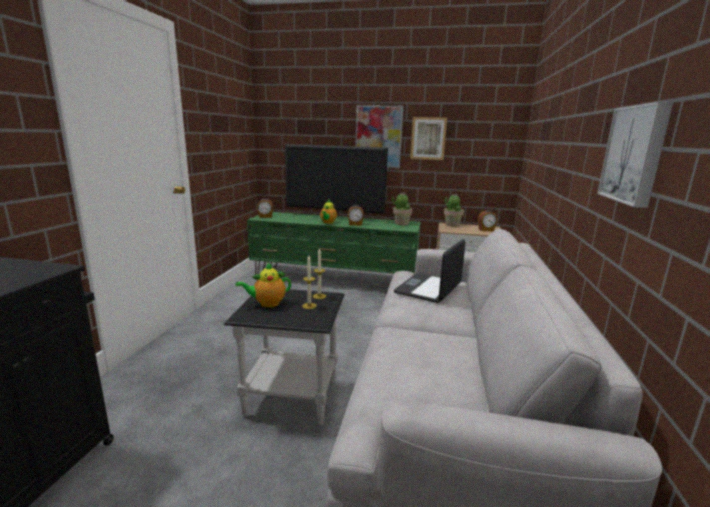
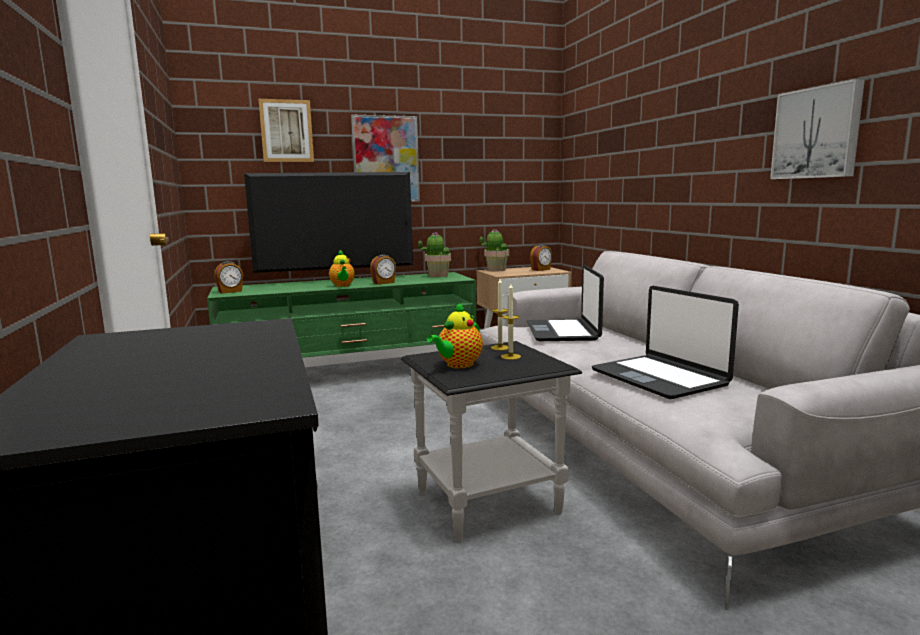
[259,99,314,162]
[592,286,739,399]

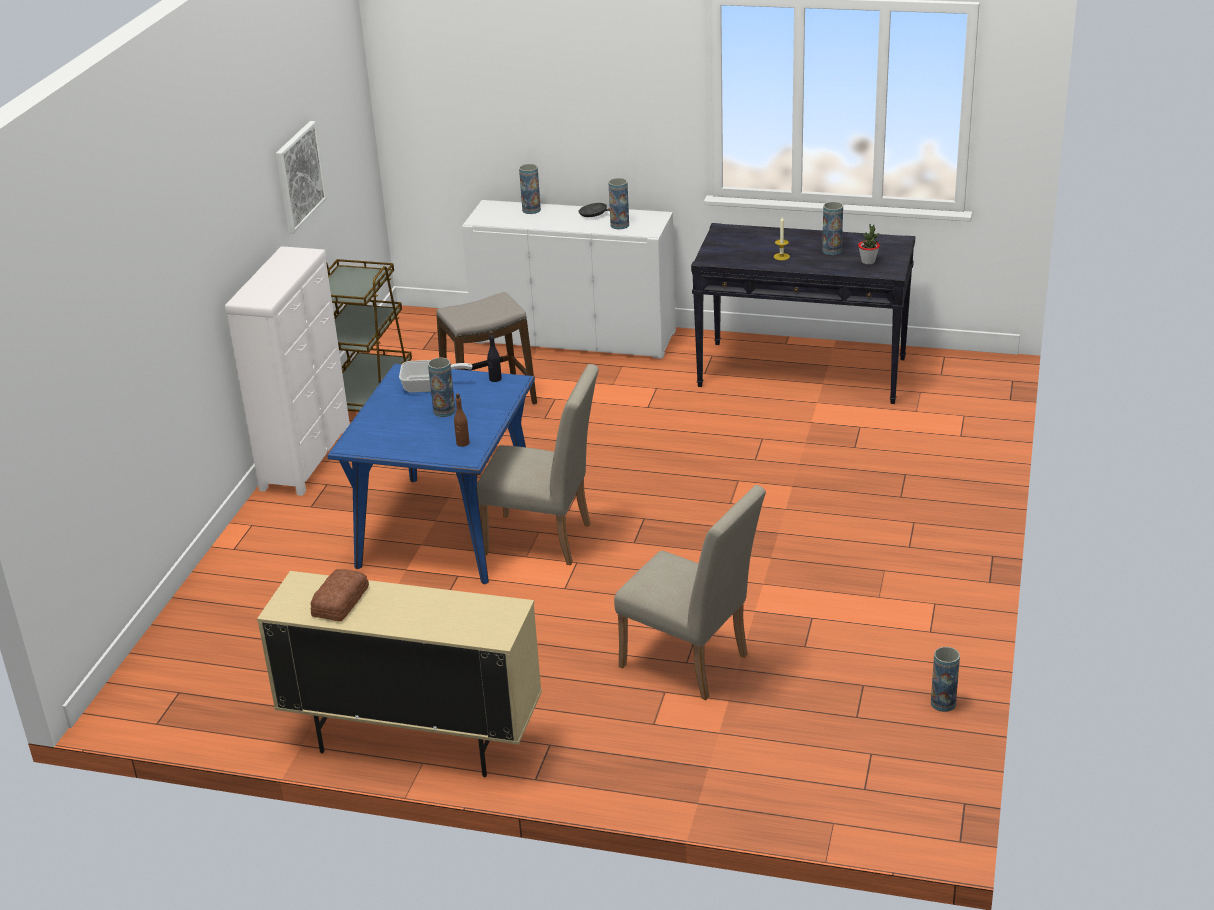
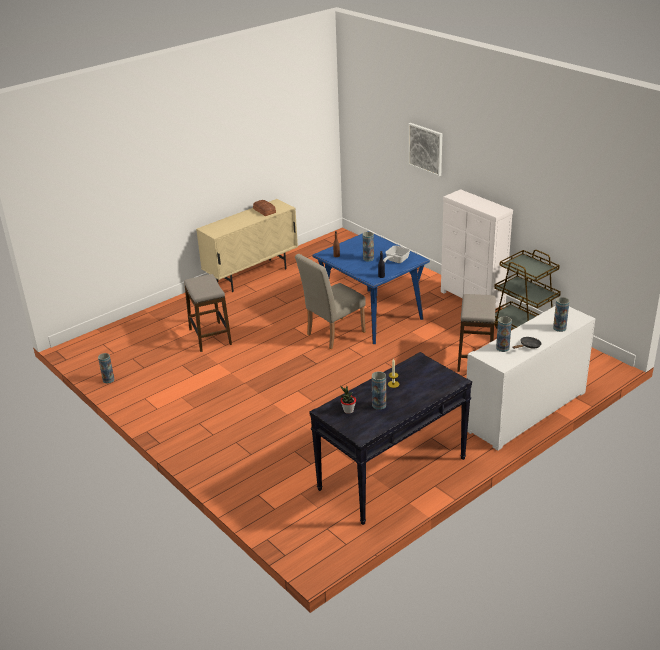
[184,274,232,352]
[408,123,442,176]

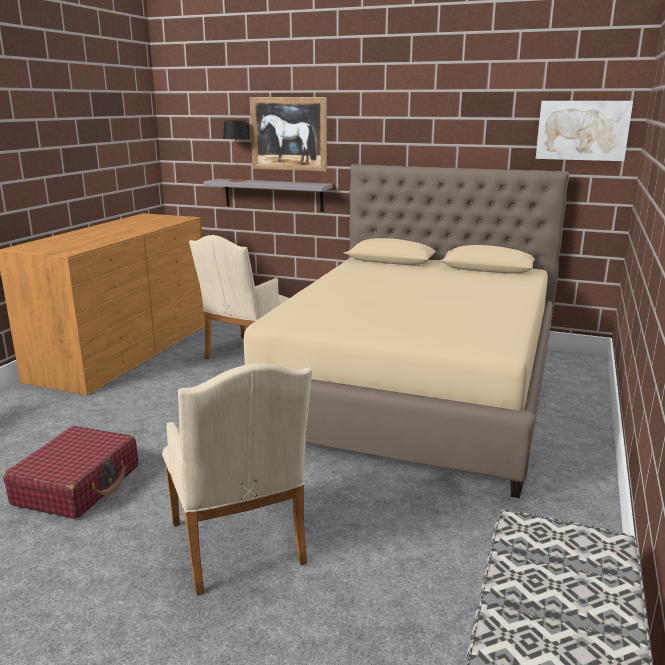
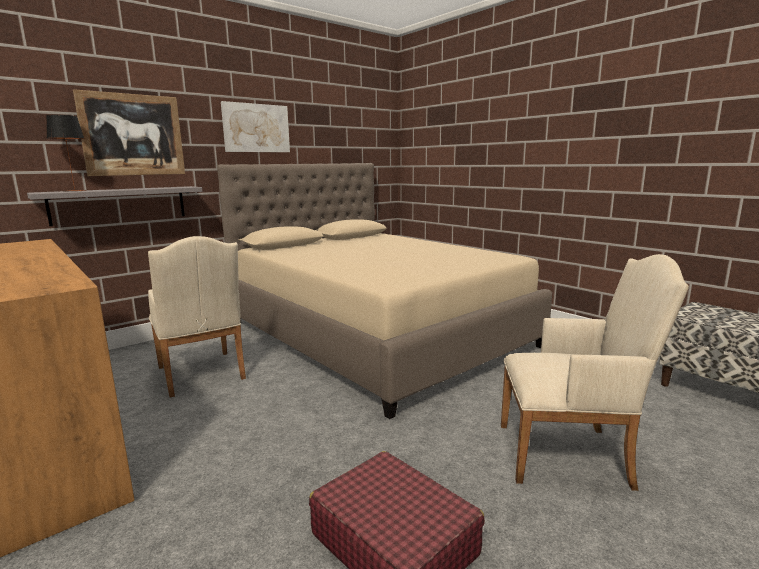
[221,101,290,152]

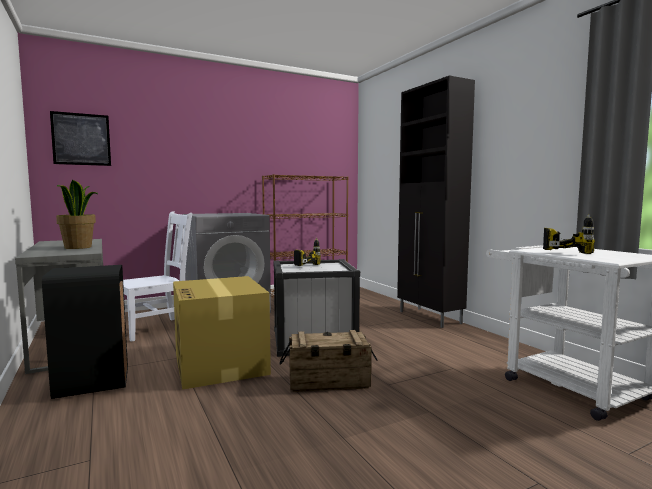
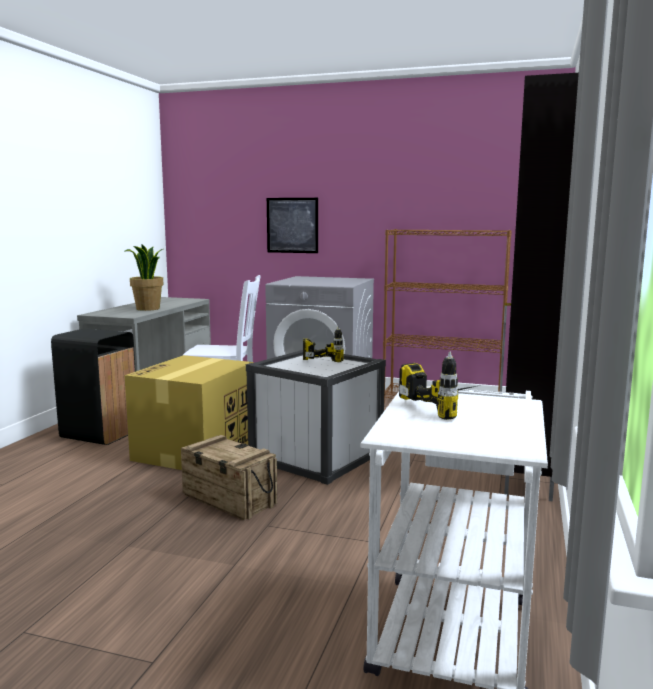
[267,198,318,253]

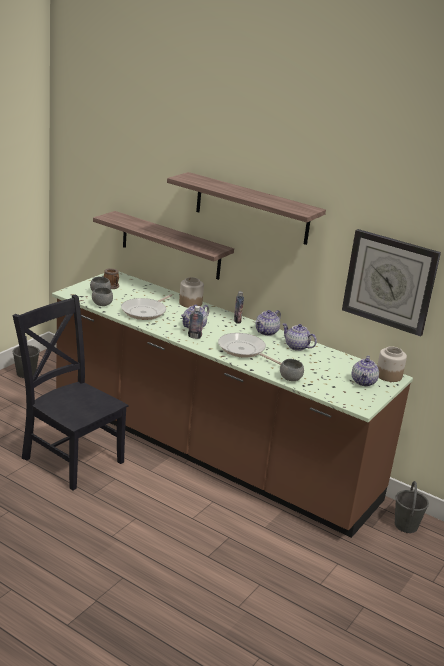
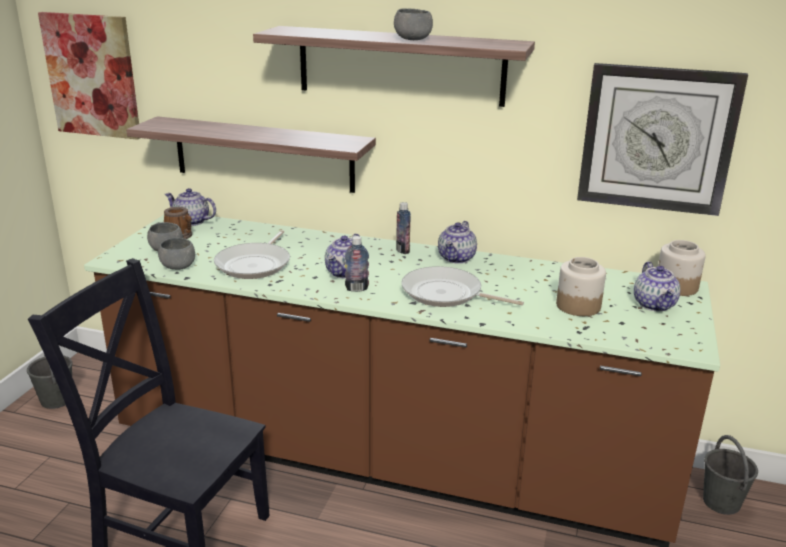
[38,12,140,140]
[165,188,216,226]
[394,8,433,40]
[556,257,606,316]

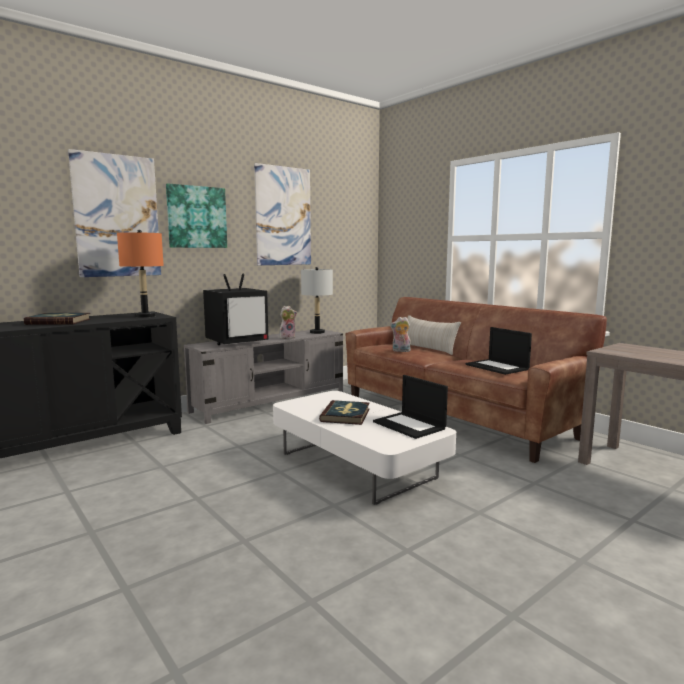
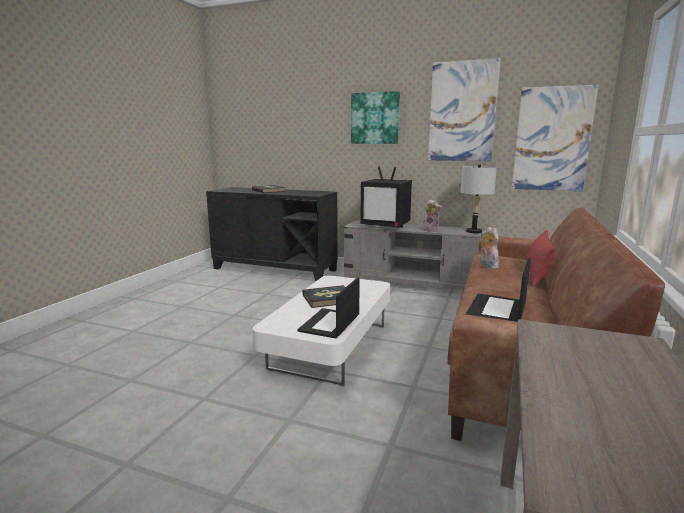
[512,85,598,191]
[527,230,555,287]
[117,230,164,318] (first image)

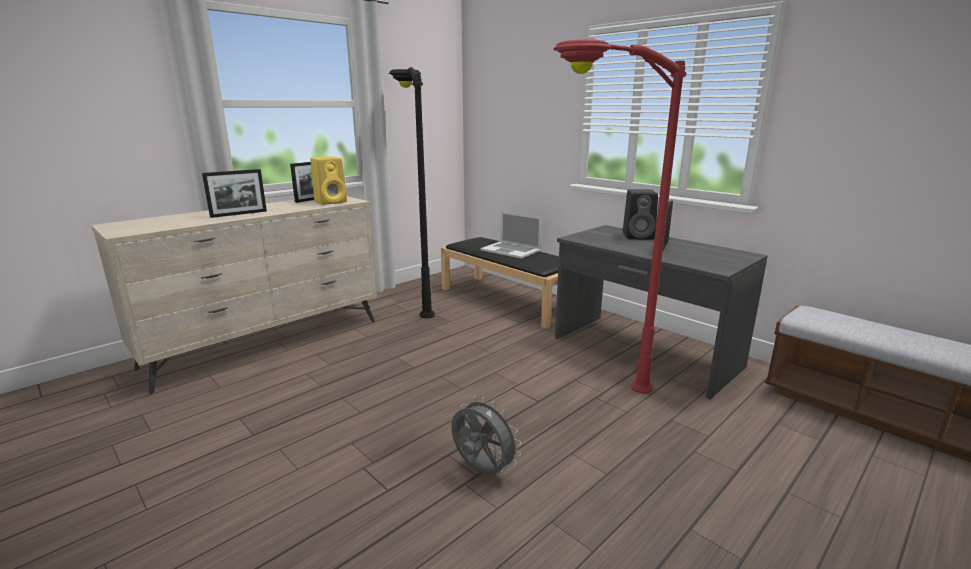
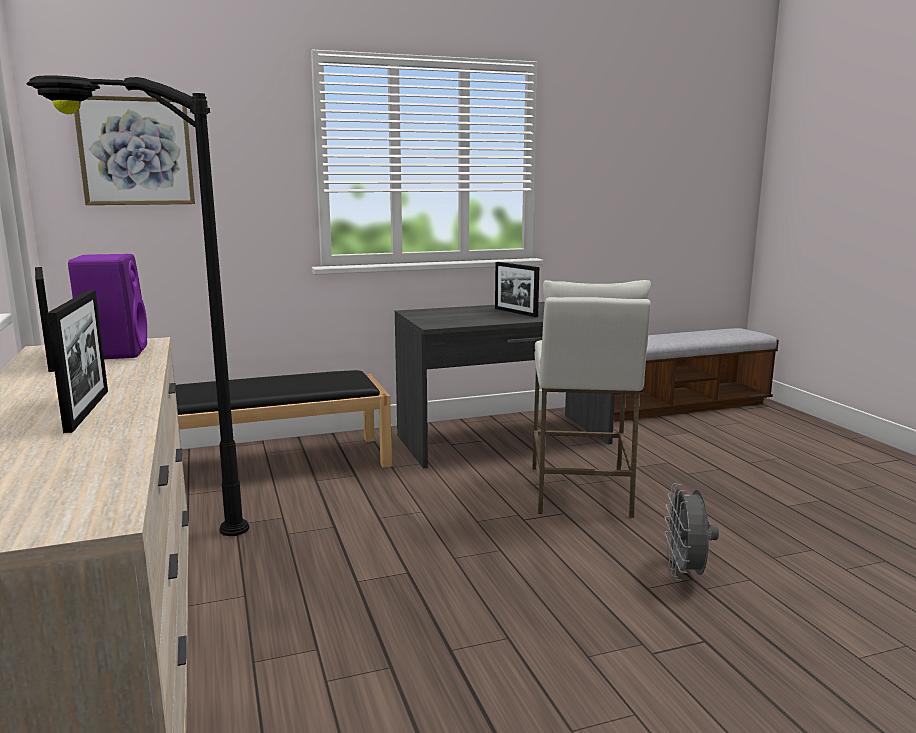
[68,254,147,359]
[74,95,195,205]
[532,280,651,518]
[665,483,719,581]
[480,212,542,259] (first image)
[622,189,658,240] (first image)

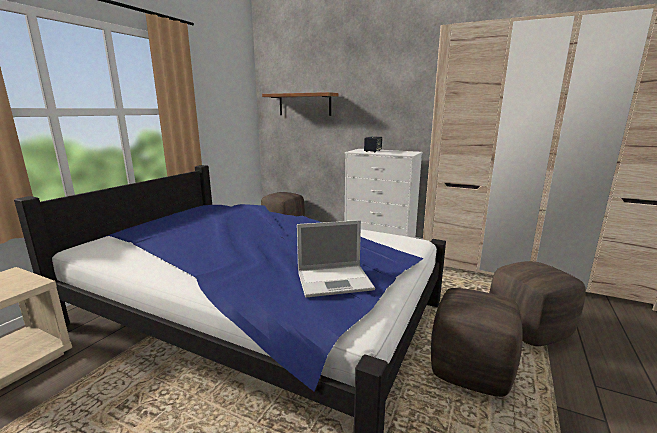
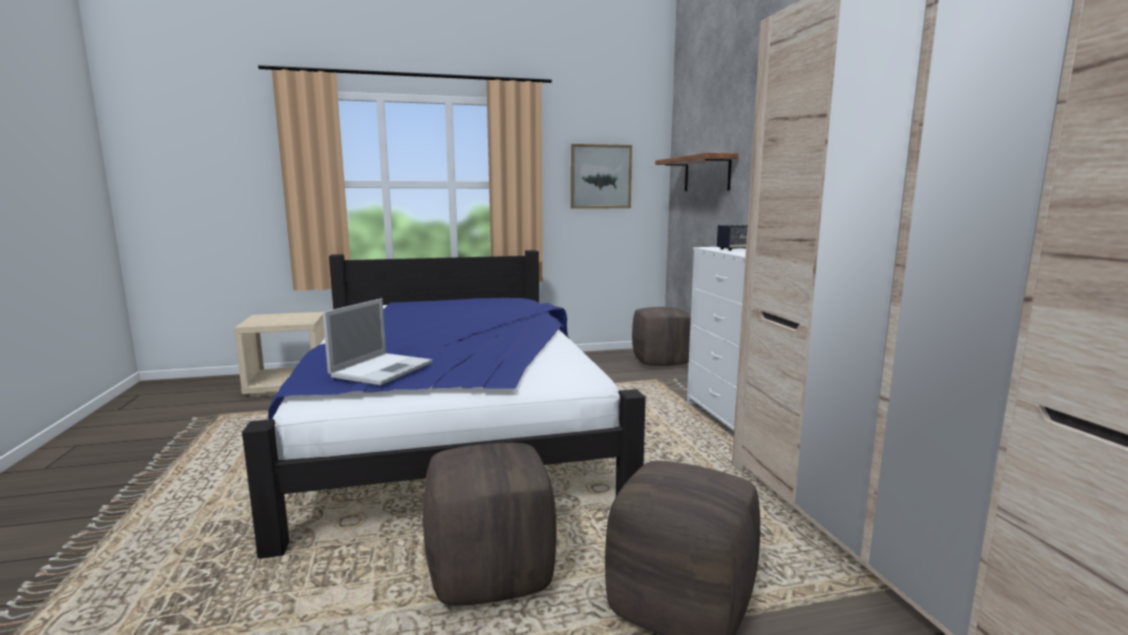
[323,298,432,385]
[571,144,632,209]

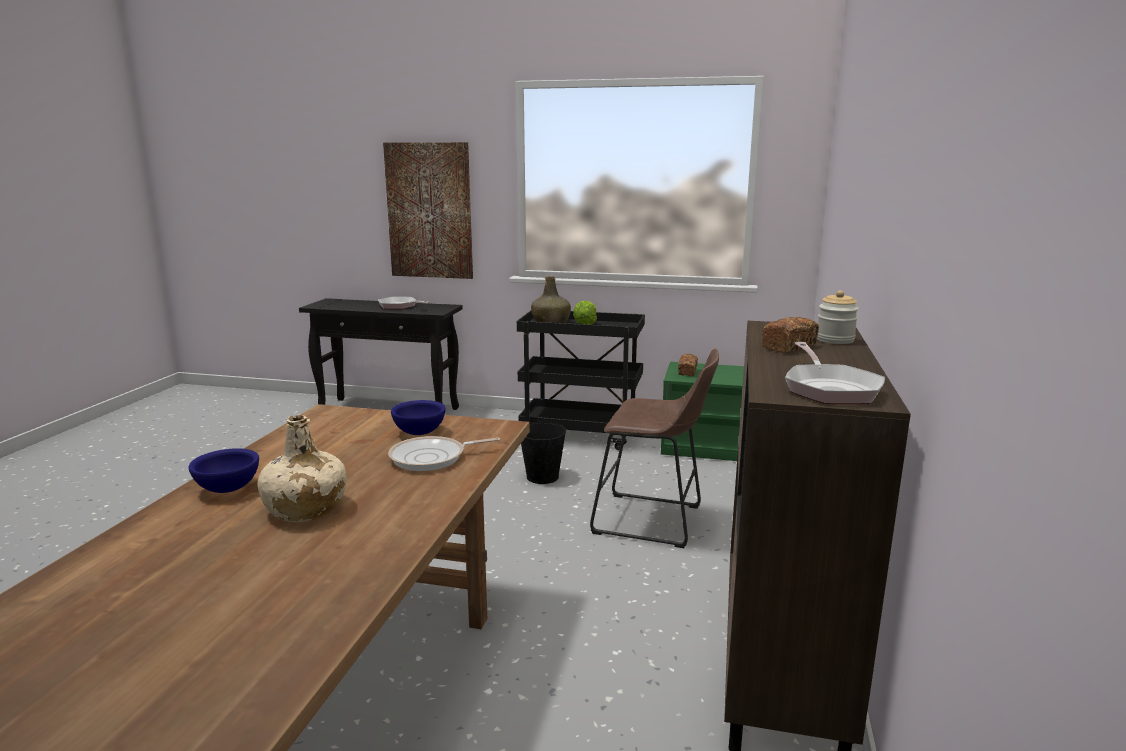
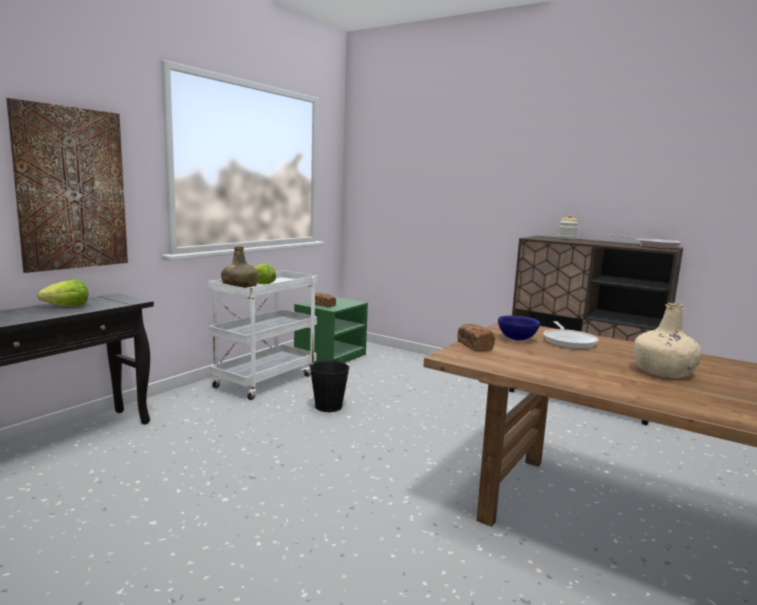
[37,280,89,306]
[208,270,318,400]
[458,324,495,351]
[189,448,259,493] (first image)
[590,348,719,548] (first image)

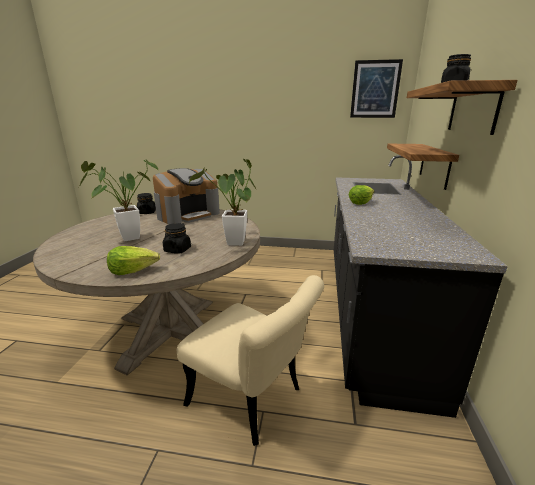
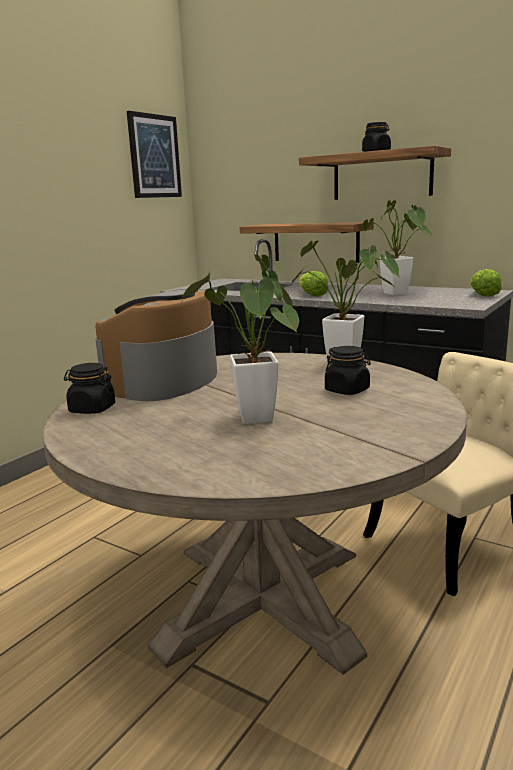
[95,289,217,401]
[362,200,432,295]
[470,269,502,297]

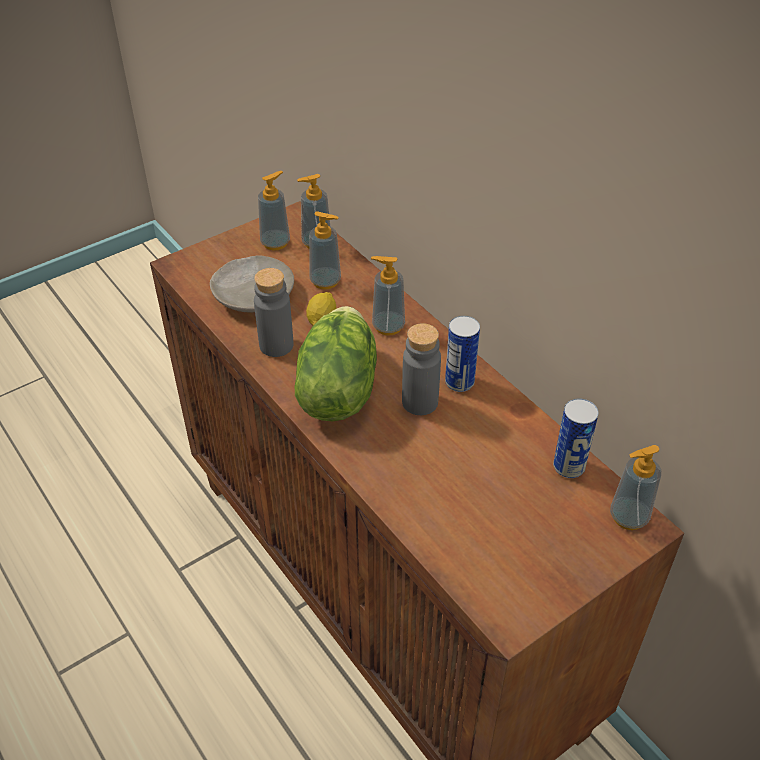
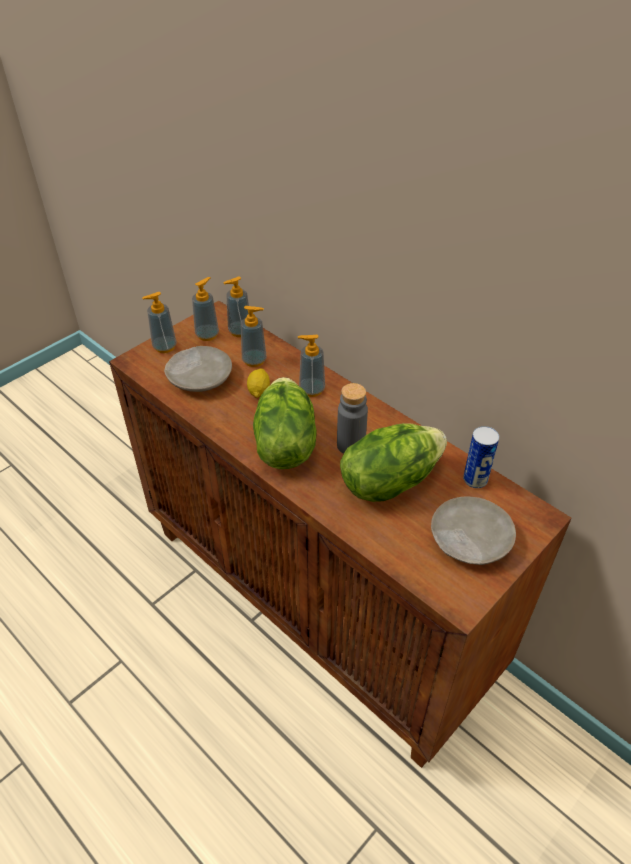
[142,292,177,353]
[340,423,447,502]
[431,497,516,565]
[254,268,294,357] (first image)
[445,316,480,392] (first image)

